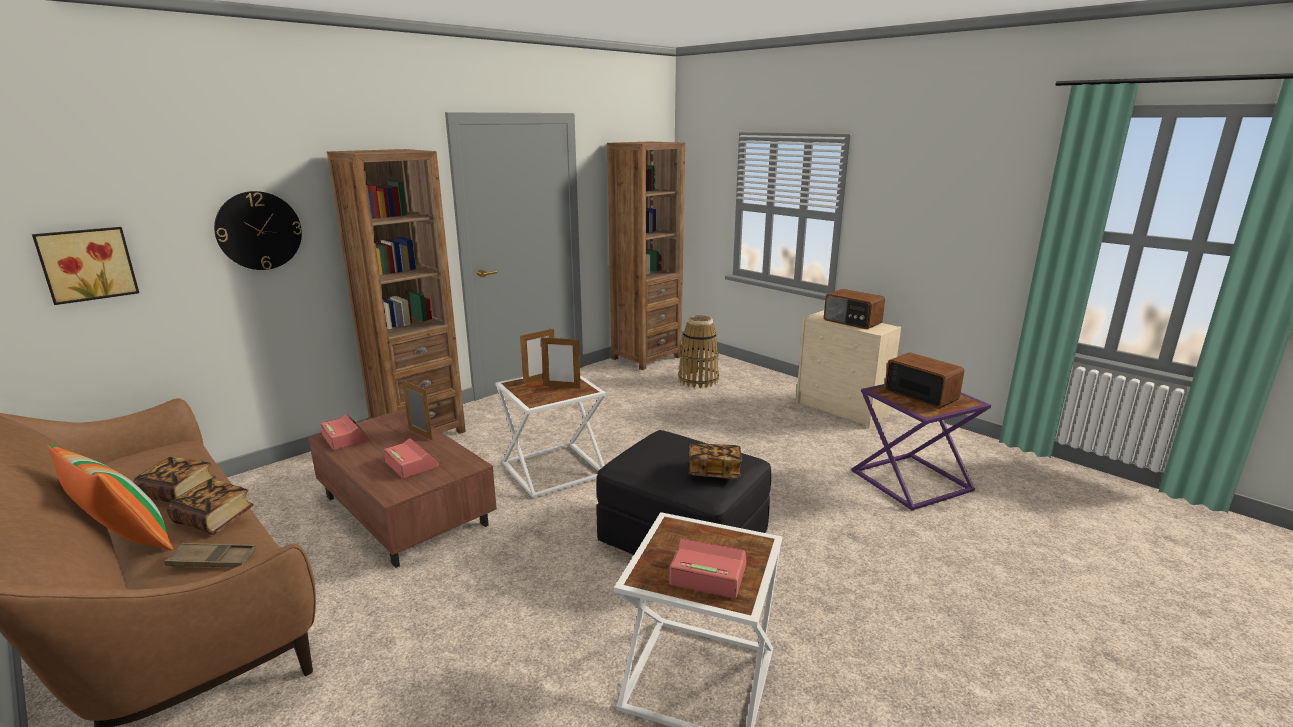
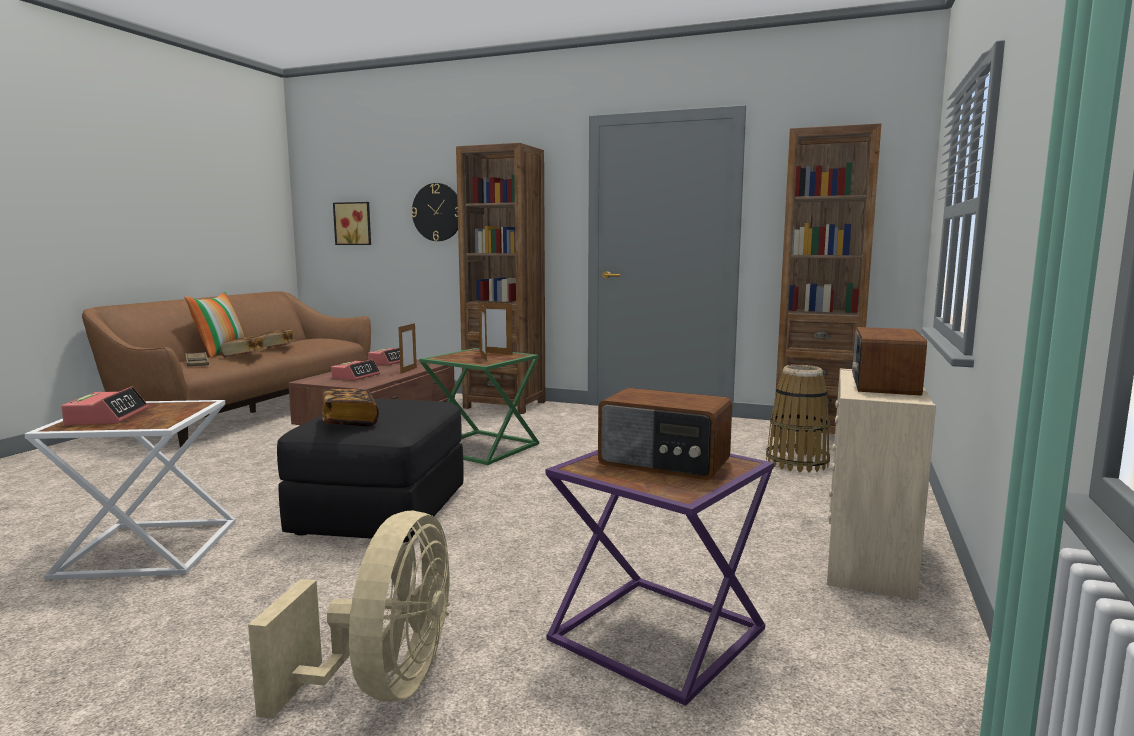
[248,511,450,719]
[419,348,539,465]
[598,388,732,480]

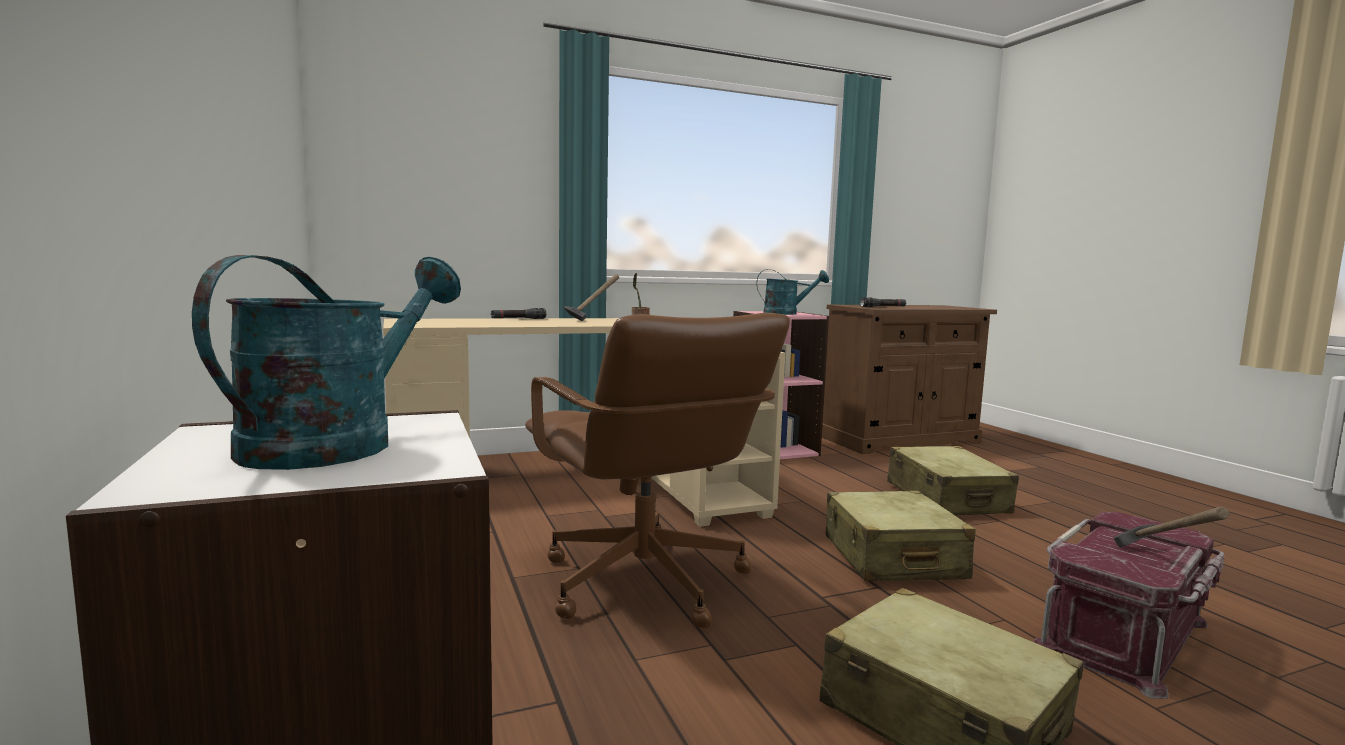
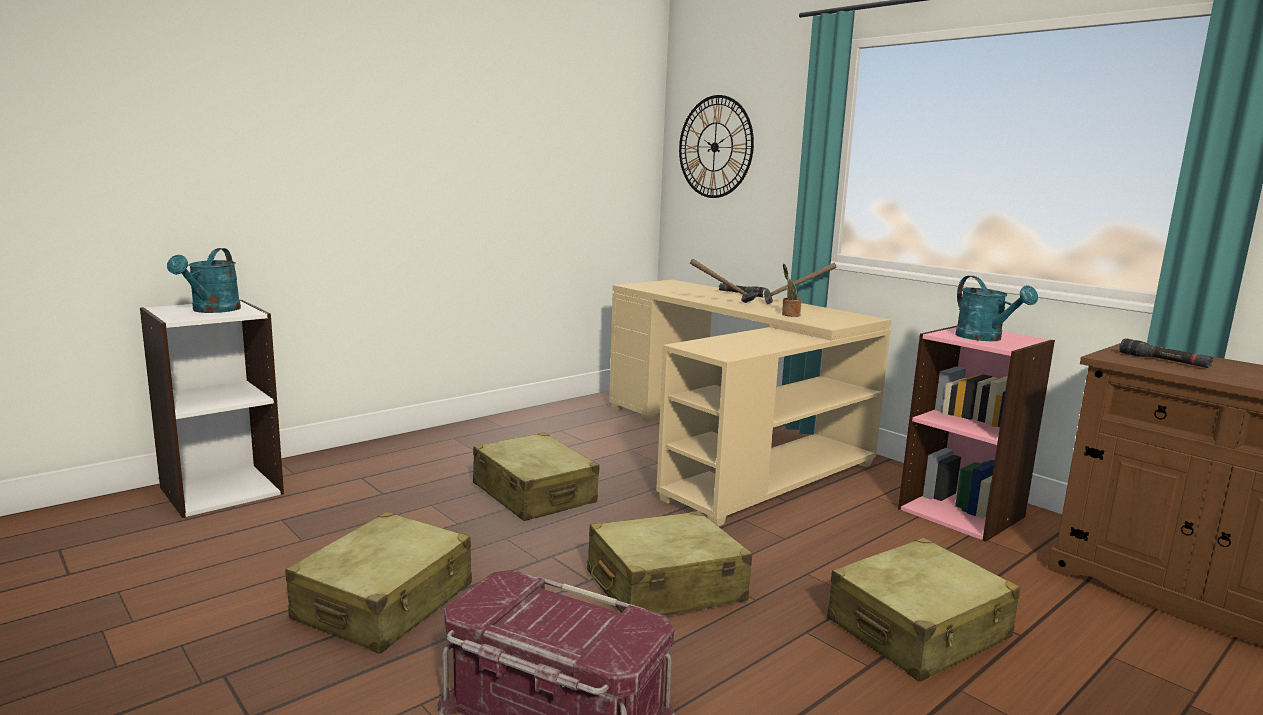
[167,248,241,313]
[473,432,599,521]
[679,95,754,198]
[690,259,758,303]

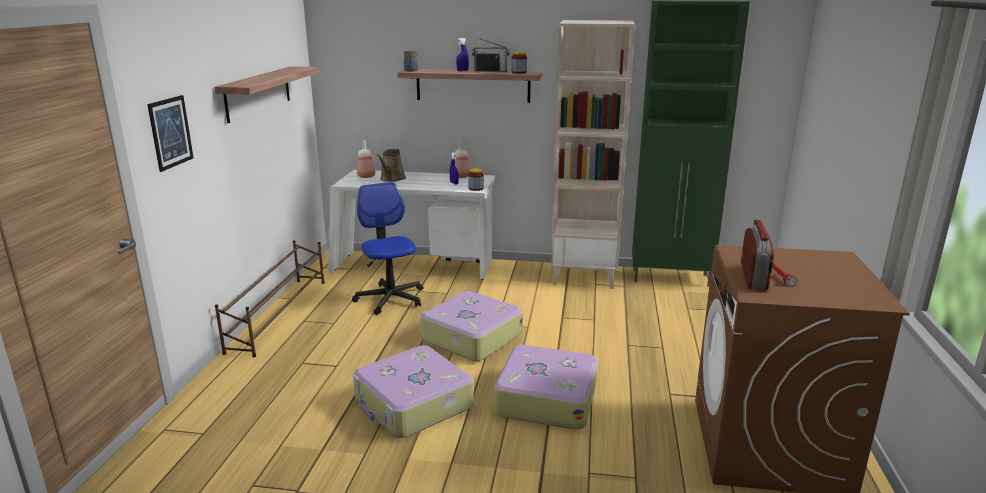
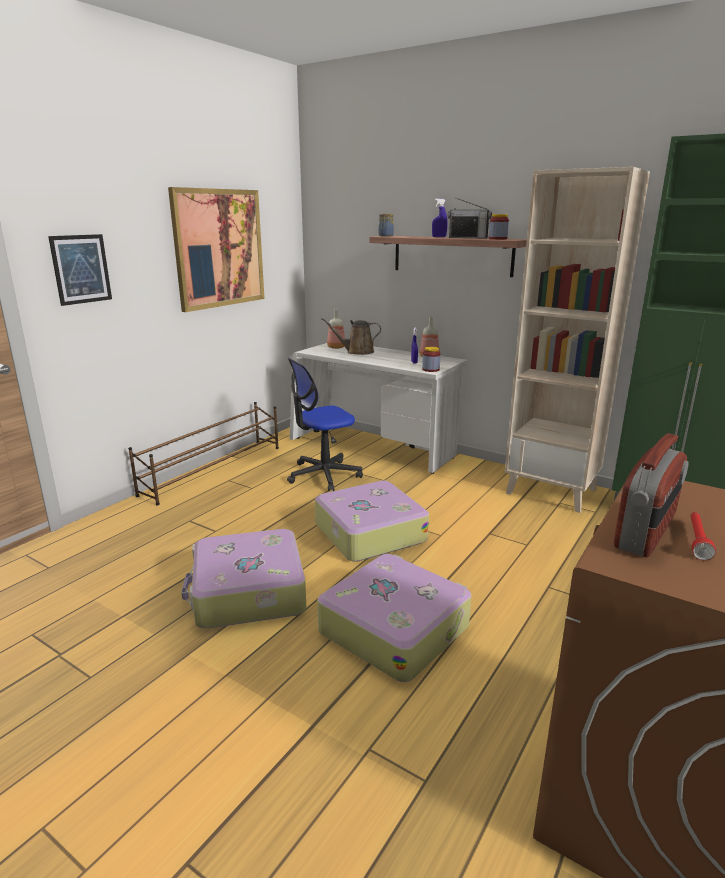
[168,187,265,312]
[287,358,363,492]
[321,318,381,355]

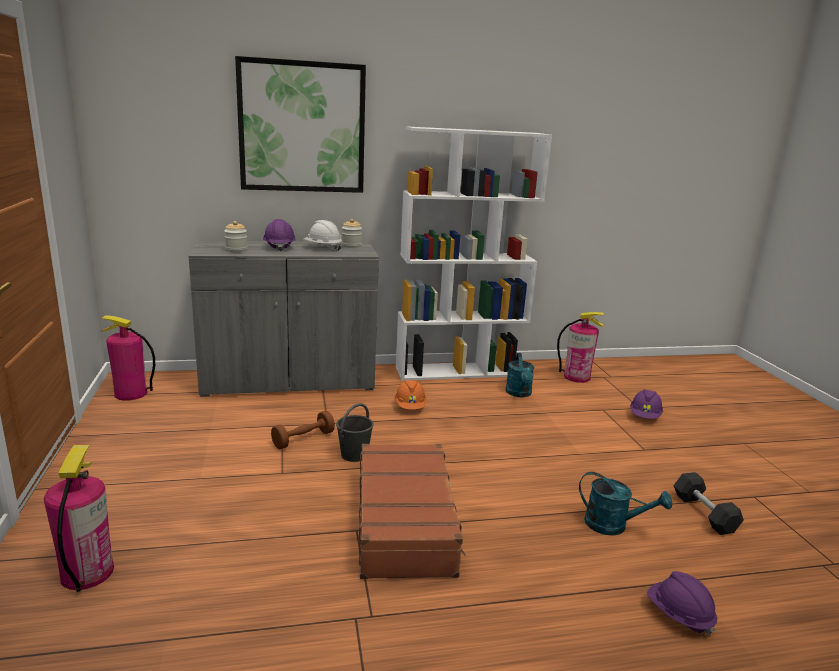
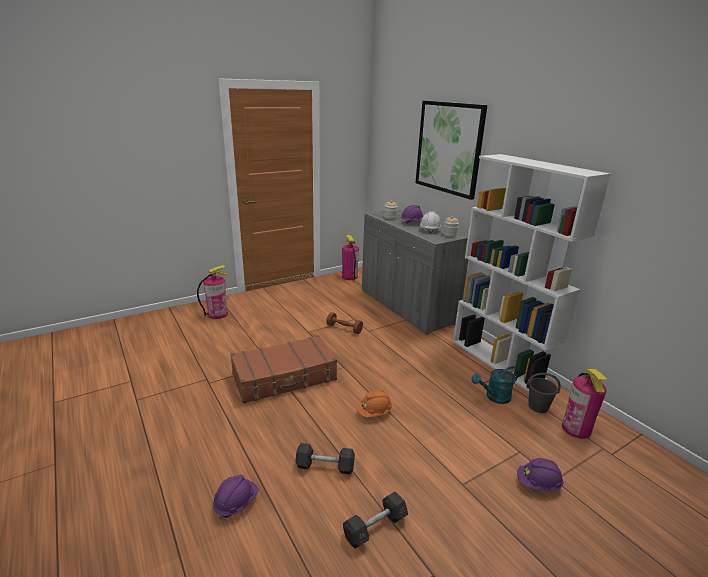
[295,443,355,474]
[357,390,392,417]
[526,373,561,413]

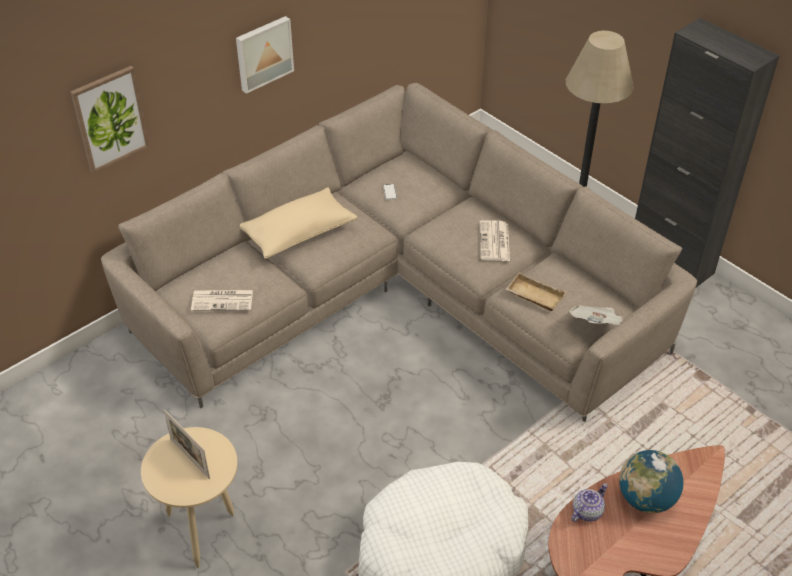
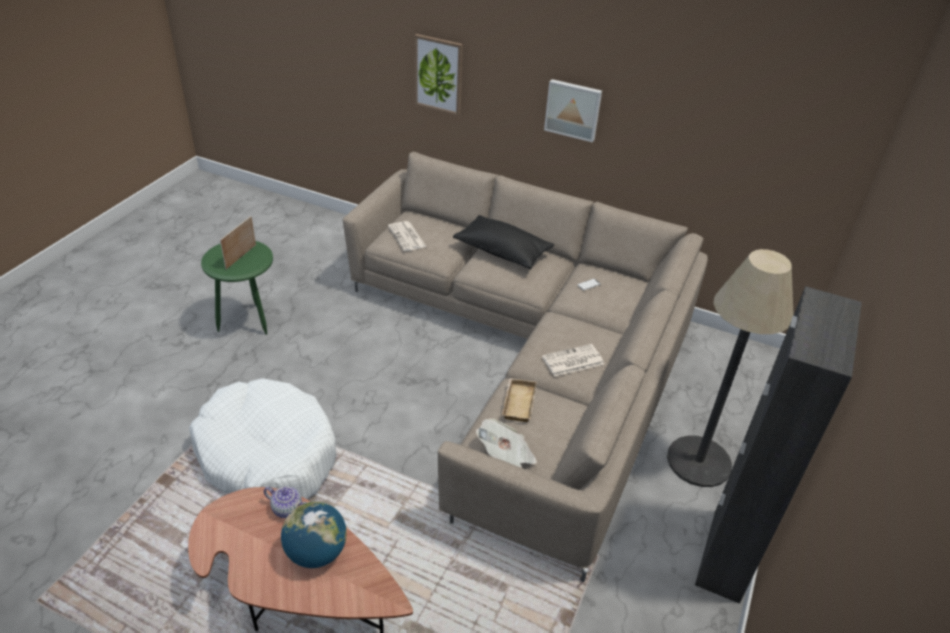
[201,241,273,335]
[453,215,554,269]

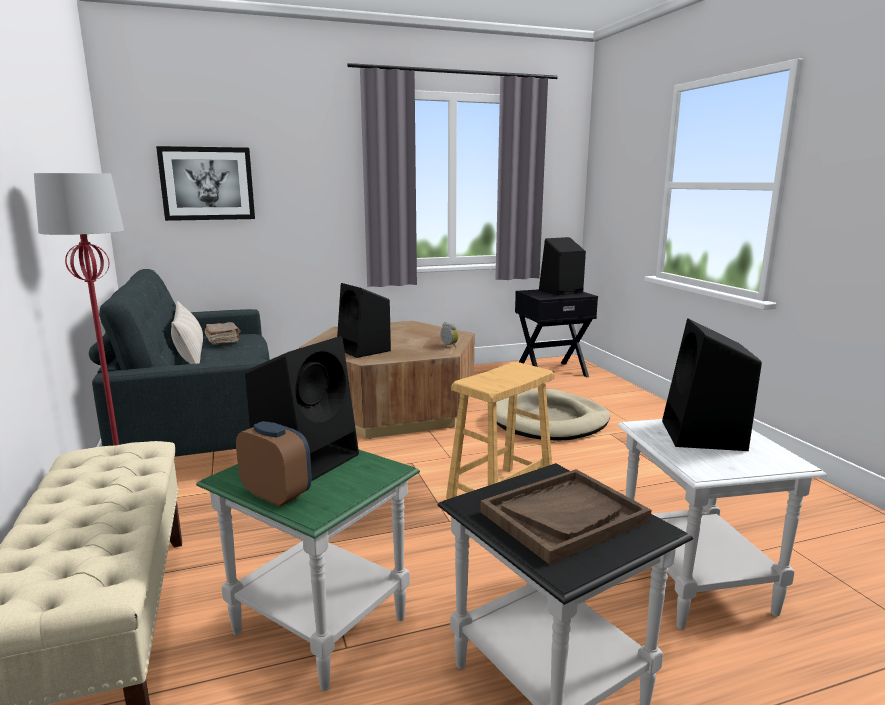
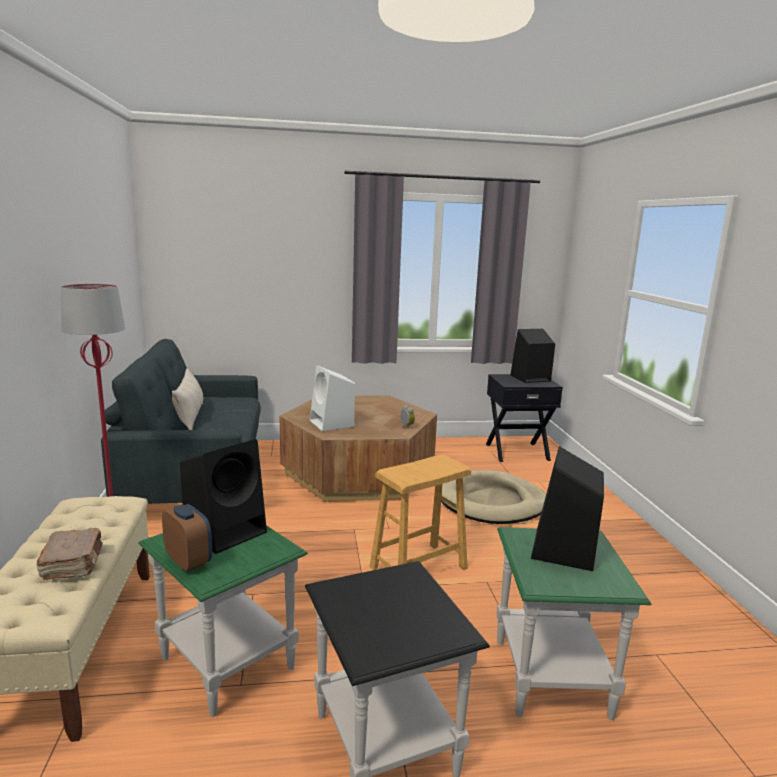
[36,528,103,580]
[310,365,355,431]
[497,527,651,720]
[156,146,255,221] (first image)
[480,469,651,565] (first image)

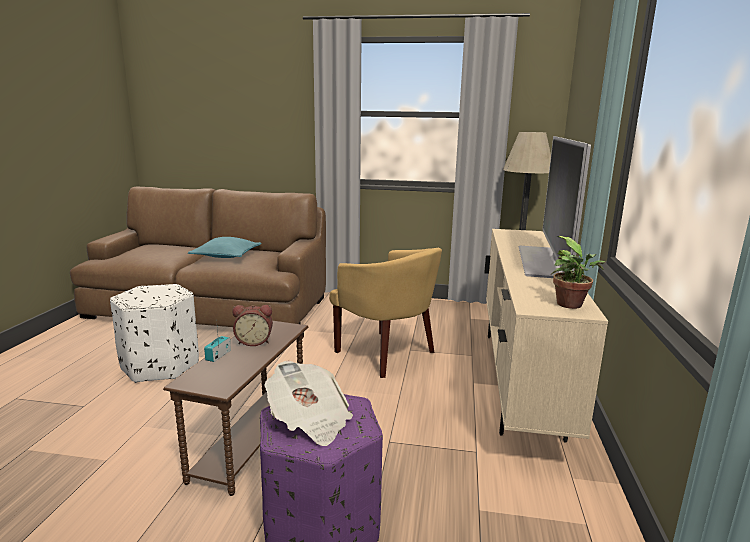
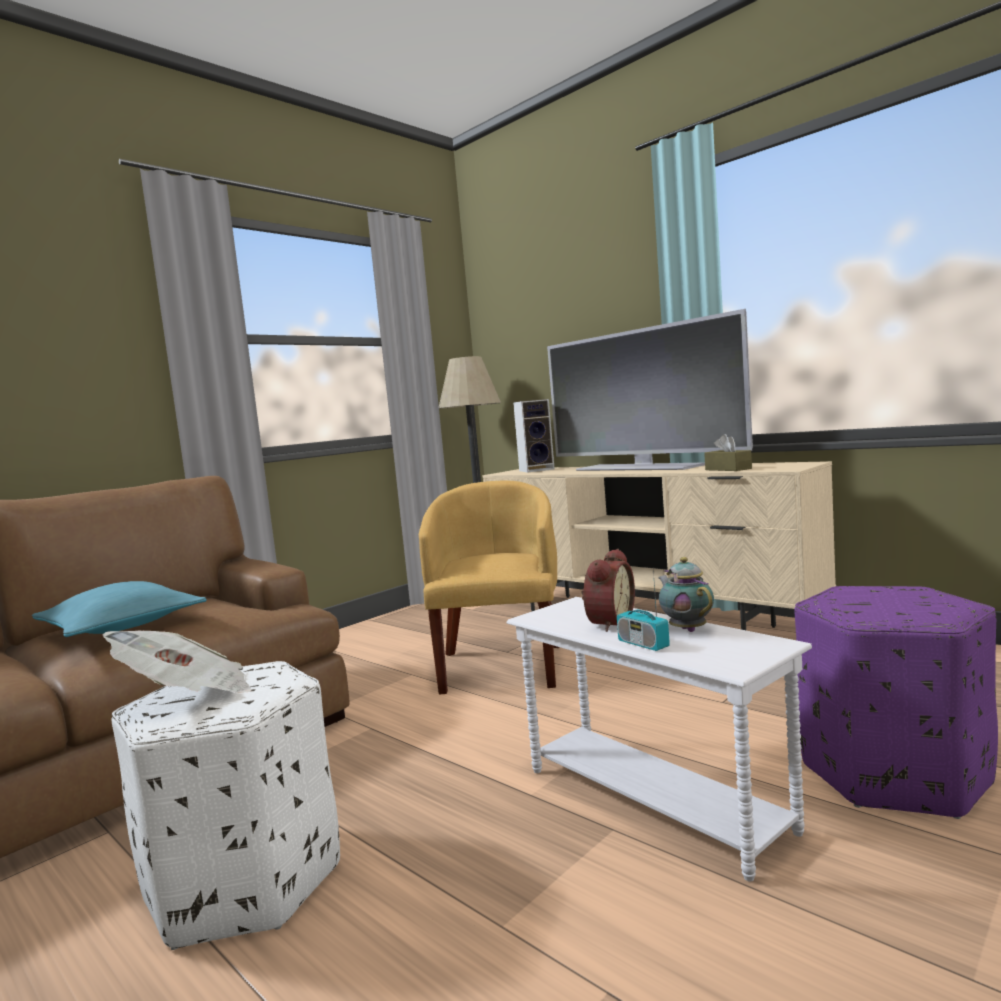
[103,631,251,692]
[419,481,560,695]
[507,597,812,882]
[513,399,555,473]
[658,557,714,632]
[704,434,752,471]
[551,236,605,309] (first image)

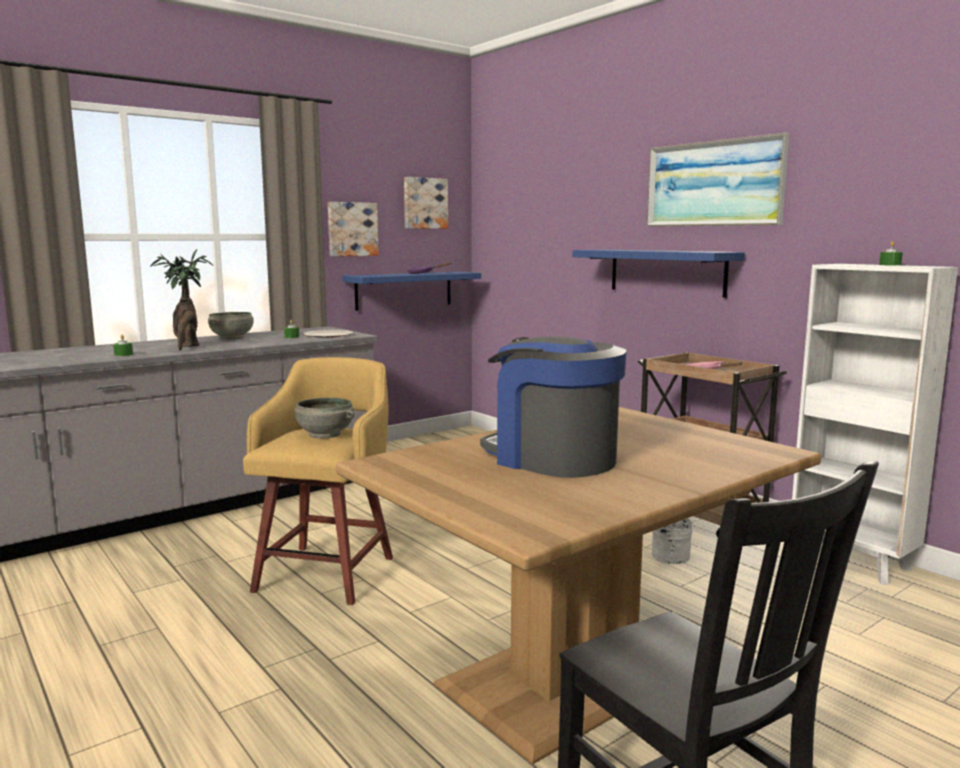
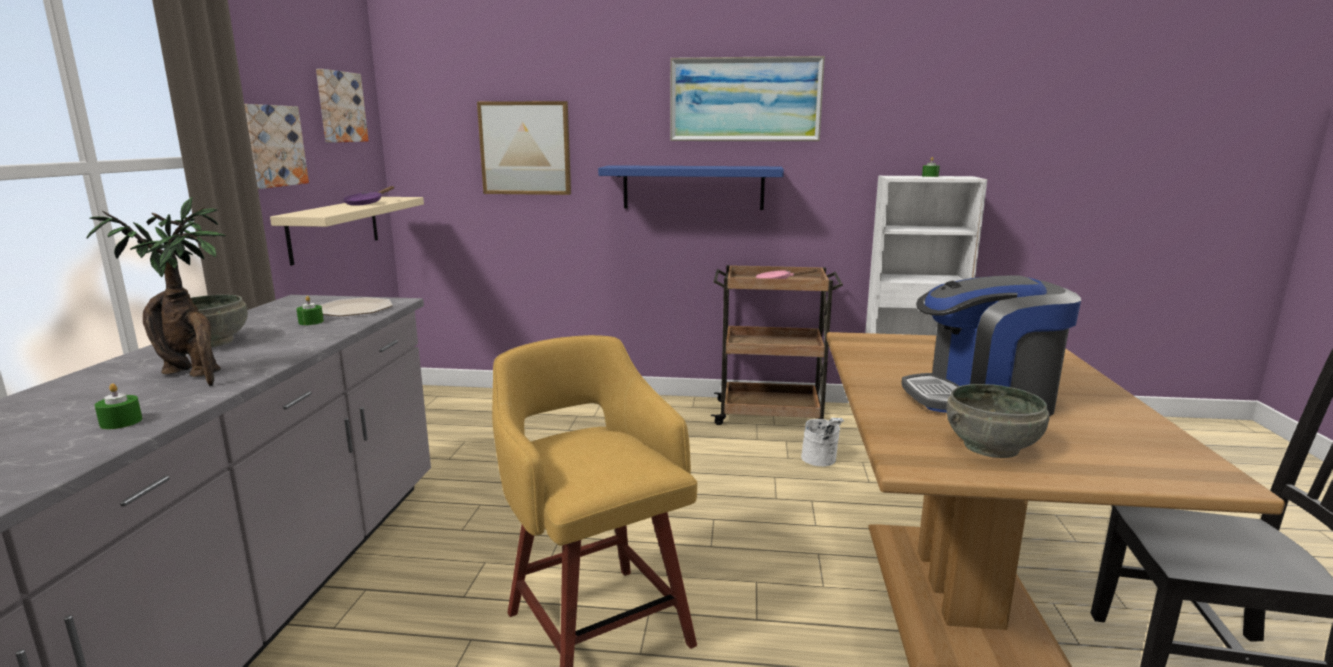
[270,197,424,265]
[477,101,571,195]
[946,384,1049,458]

